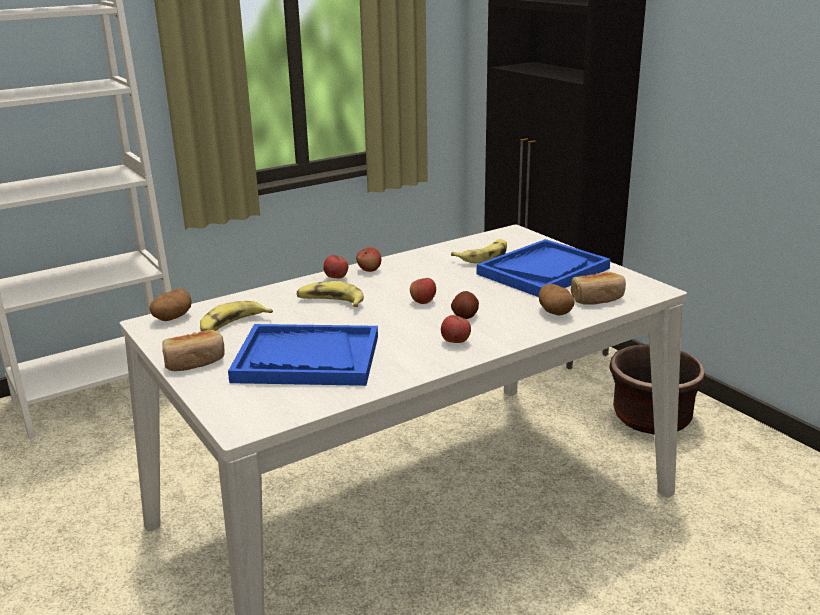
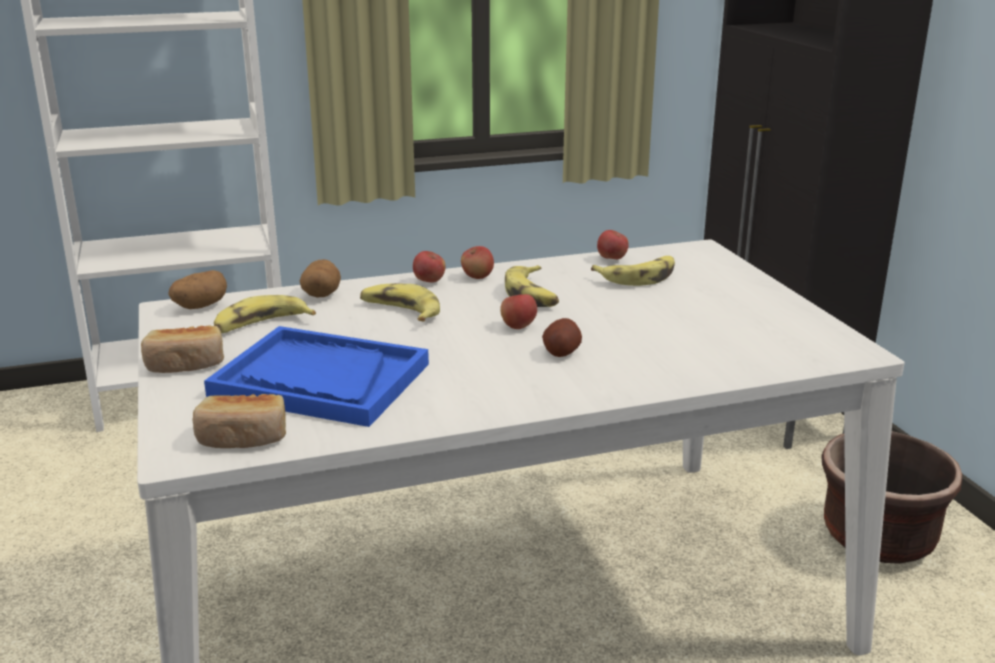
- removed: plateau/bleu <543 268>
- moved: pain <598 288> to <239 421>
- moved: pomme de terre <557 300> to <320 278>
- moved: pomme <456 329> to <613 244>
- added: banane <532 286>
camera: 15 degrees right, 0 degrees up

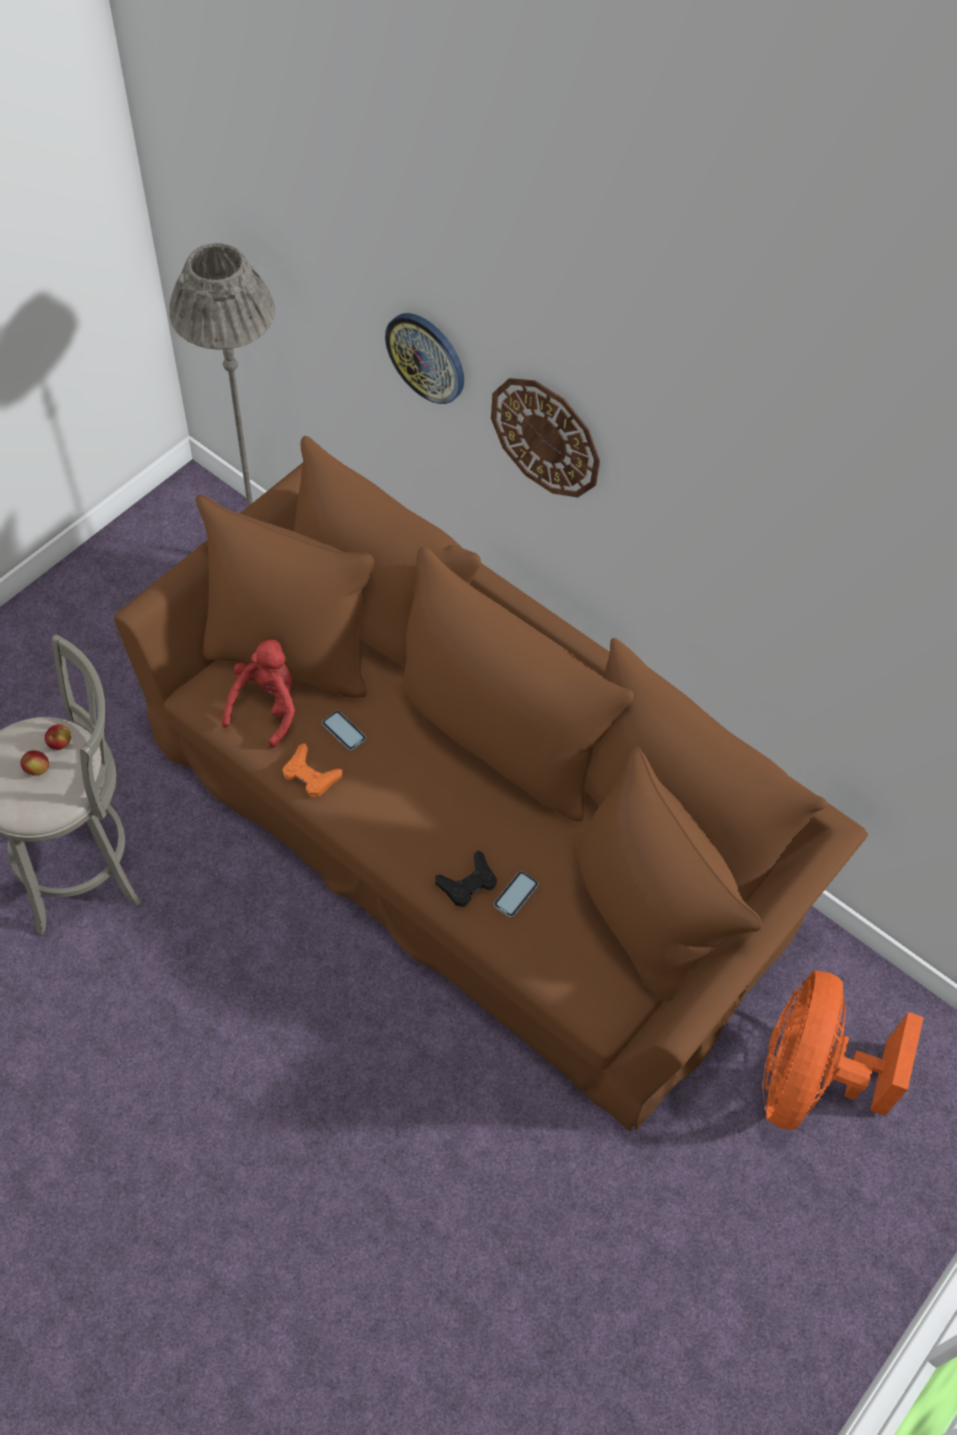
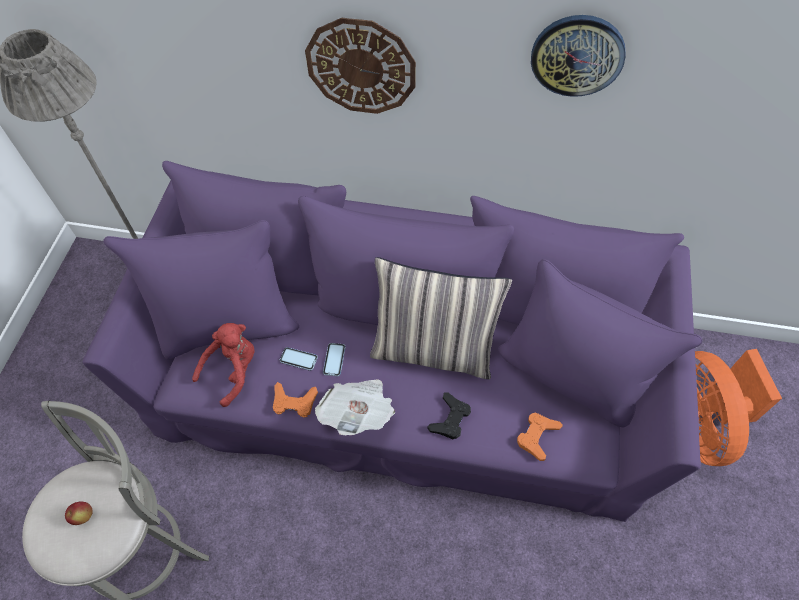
- moved: horloge murale <424 358> to <578 56>
- recoloured: canapé/marron <491 784> to canapé/violet <392 341>
- turned: peluche/rouge <258 693> = <223 365> 45 degrees clockwise
- removed: pomme <58 737>
- moved: téléphone <516 894> to <334 359>
- added: coussin <441 318>
- added: journal <355 407>
- added: manette/orange <540 436>
camera: 25 degrees left, 0 degrees up

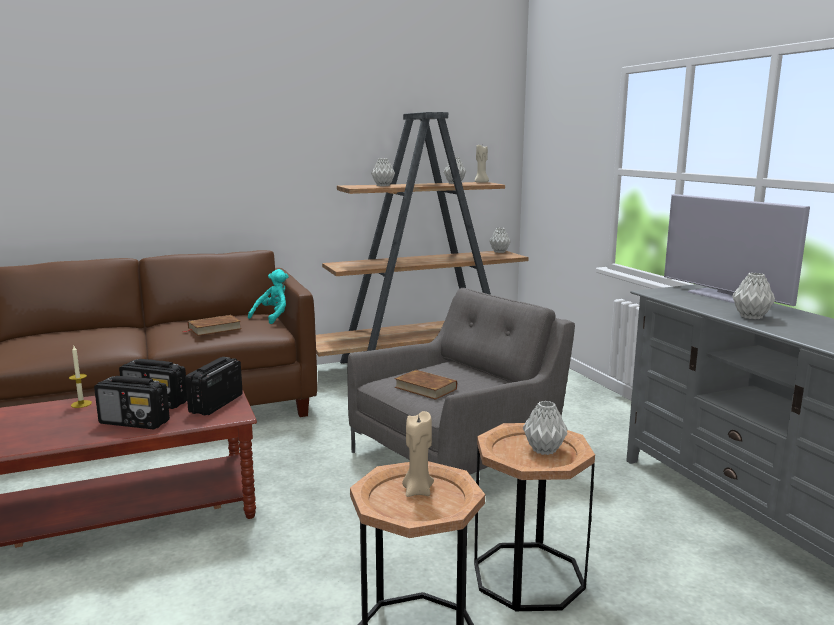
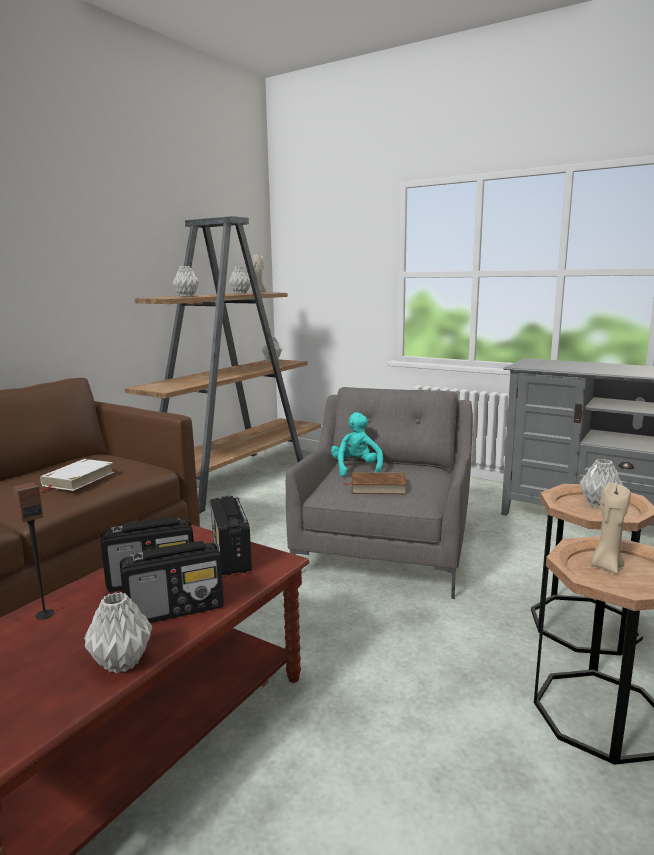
- removed: téléviseur <737 250>
- moved: peluche/turquoise <268 296> to <357 444>
- moved: vase/gris <753 296> to <118 632>
- recoloured: livre/marron <212 325> to livre/blanc <77 475>
- replaced: bougie <80 377> to enceinte <34 551>
camera: 35 degrees left, 0 degrees up

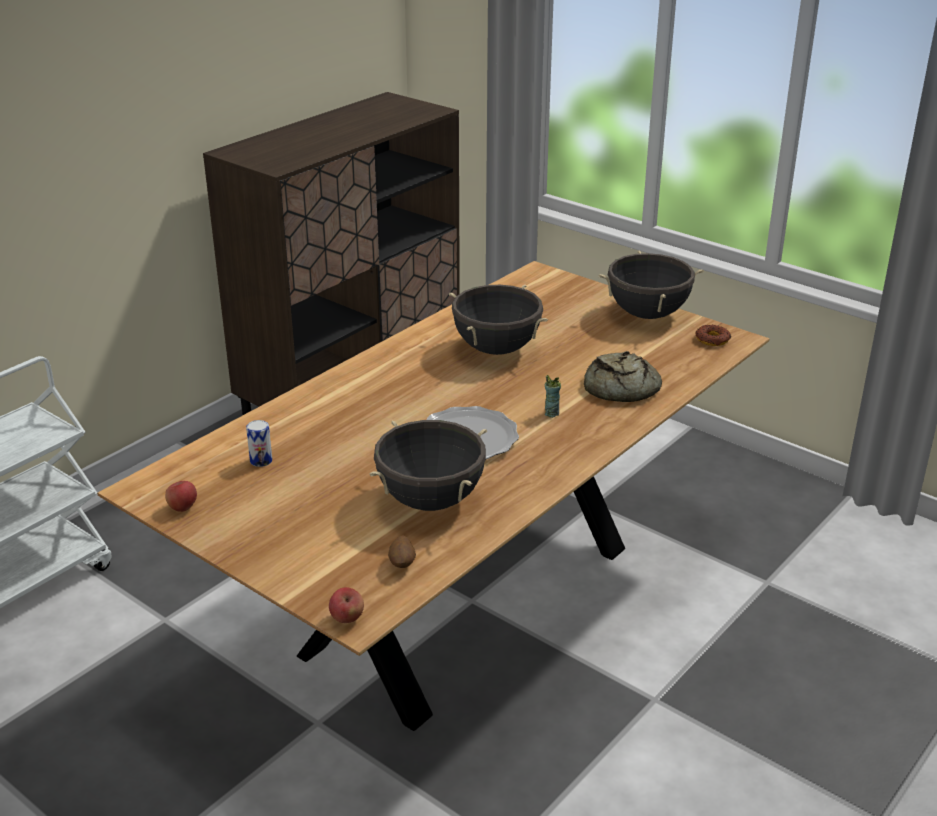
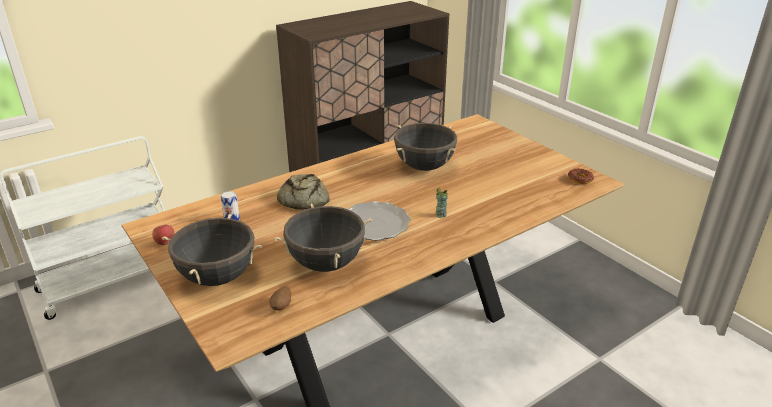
- moved: marmite/noir <651 285> to <212 250>
- moved: pain <623 376> to <303 192>
- removed: pomme <346 605>
camera: 15 degrees right, 0 degrees up

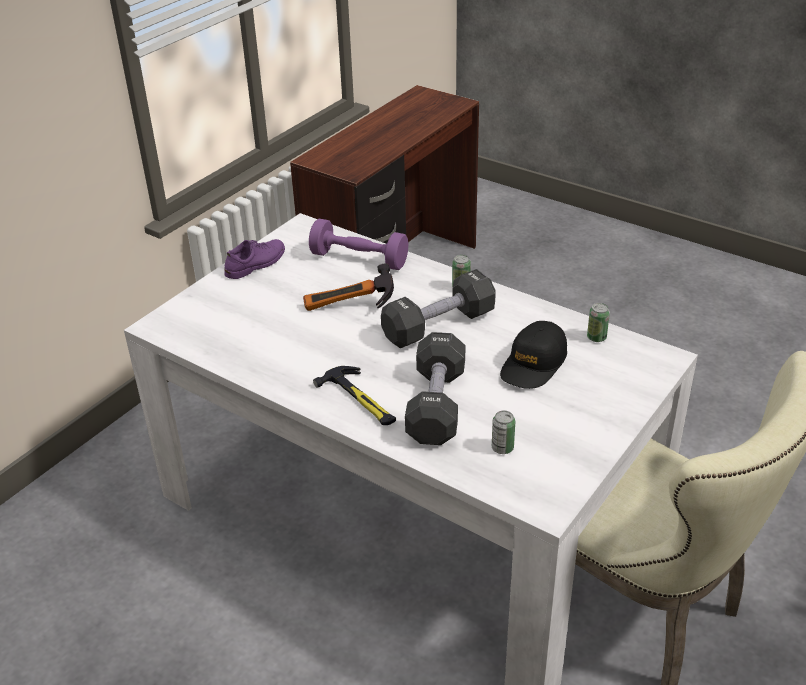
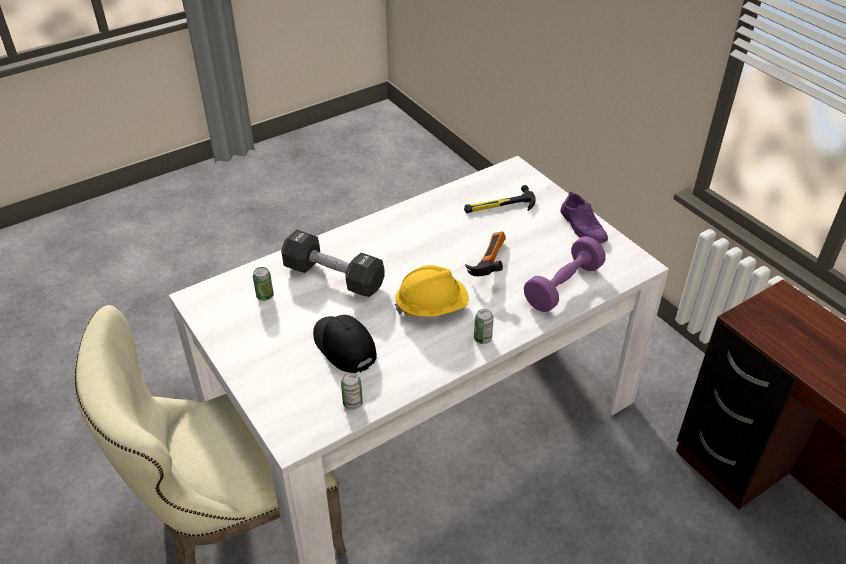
- replaced: haltère/noir <438 308> to casque de chantier/jaune <432 291>
- moved: marteau <354 395> to <500 199>
camera: 110 degrees right, 5 degrees up

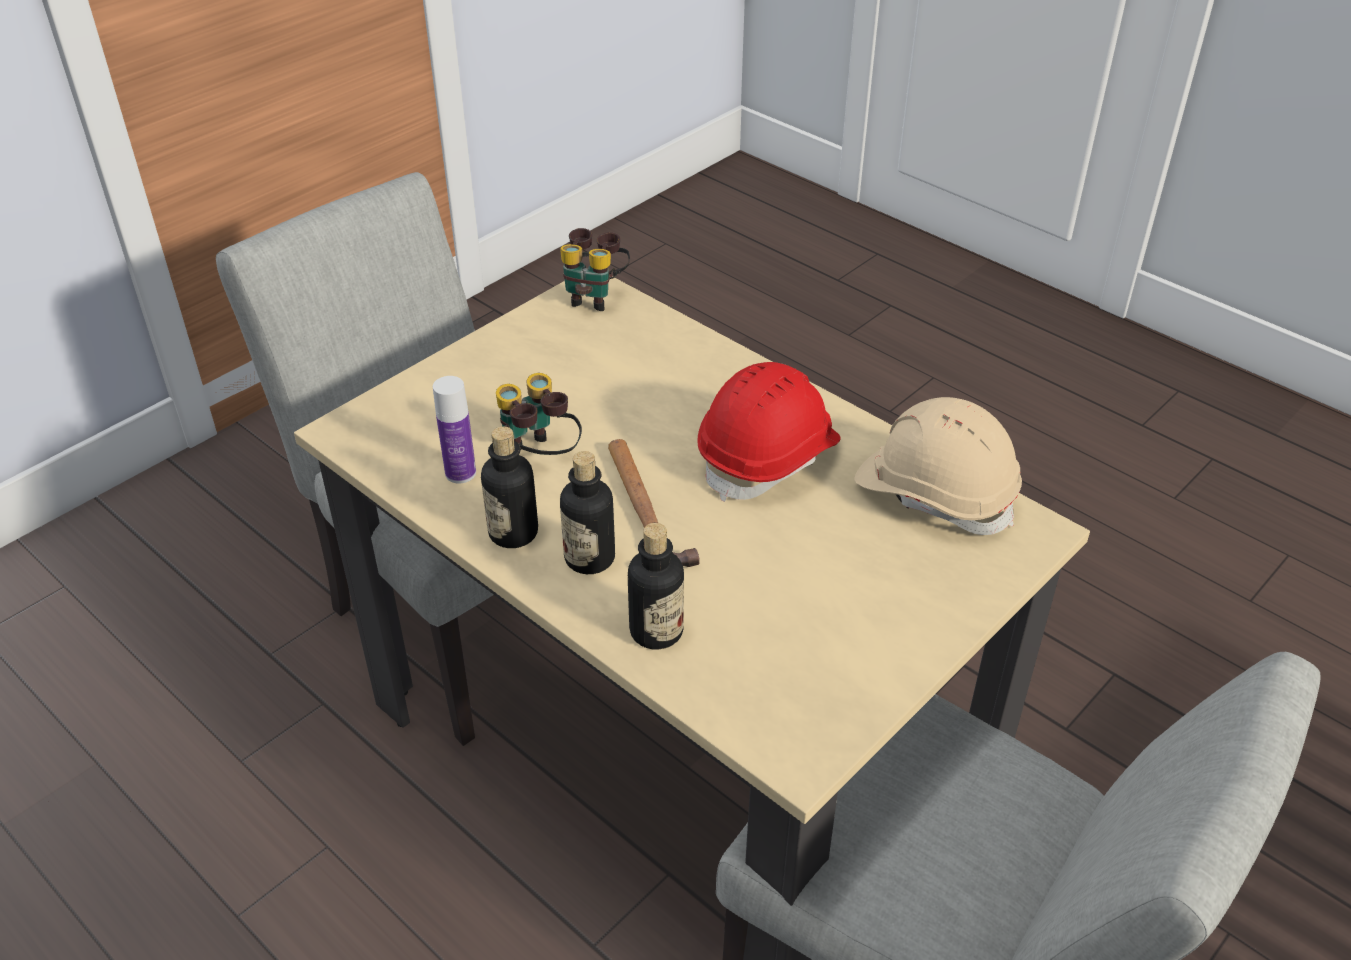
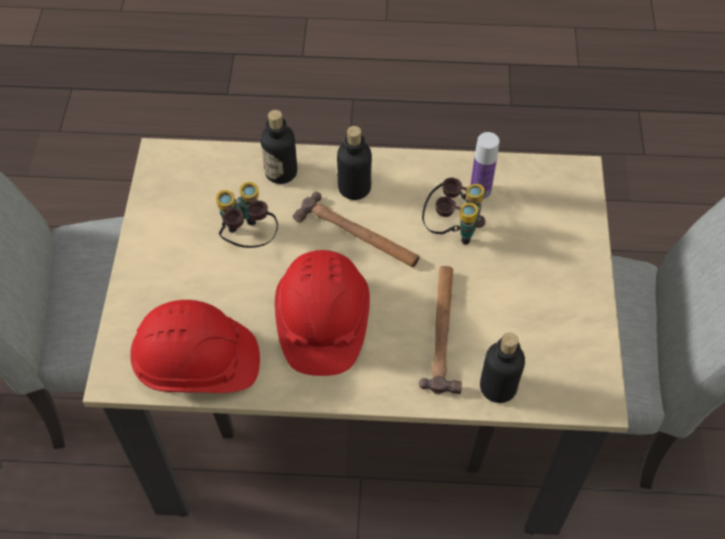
- moved: jumelles <595 269> to <247 215>
- recoloured: casque de chantier/beige <938 466> to casque de chantier/rouge <195 346>
- moved: bouteille <509 487> to <502 367>
- added: marteau <440 330>
camera: 140 degrees right, 15 degrees up

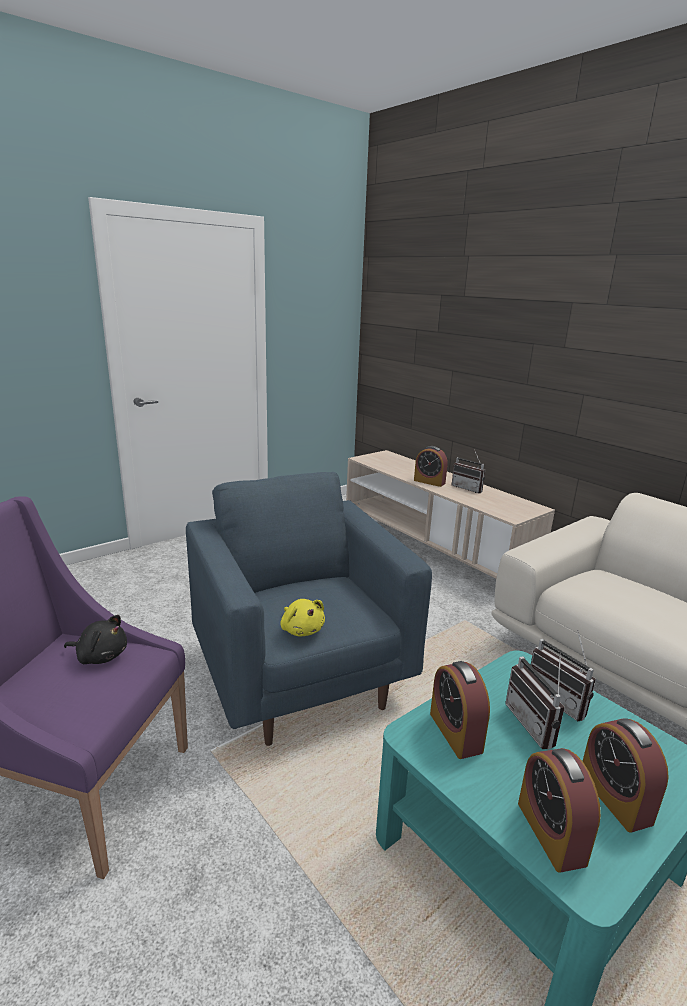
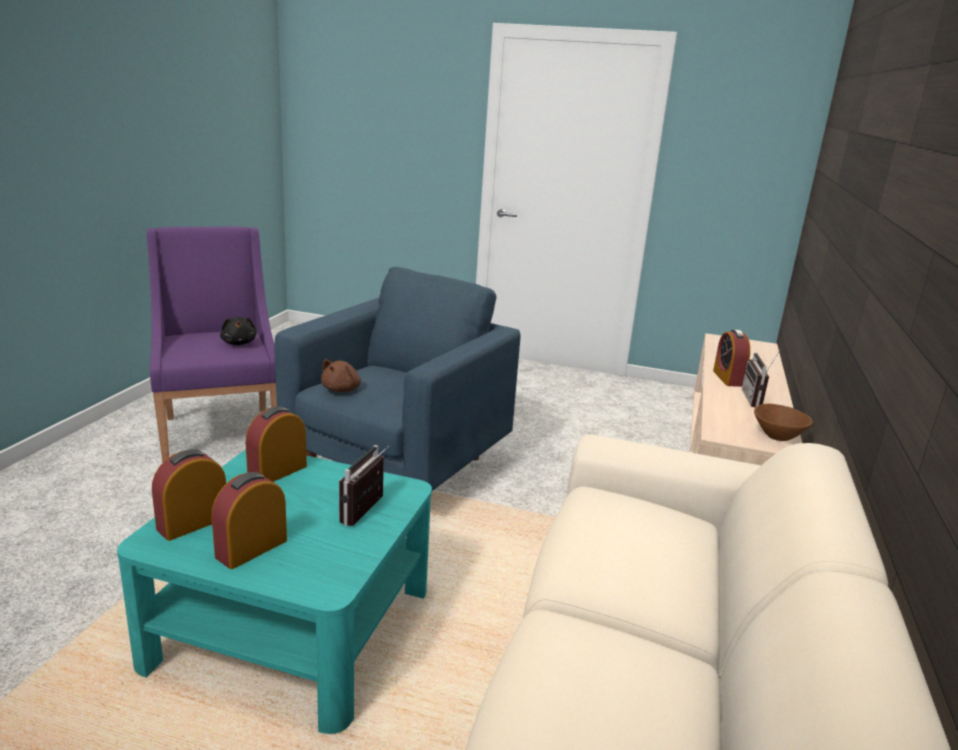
- recoloured: peluche/jaune <303 617> to peluche/marron <341 375>
- removed: radio <535 701>
- added: bol/marron <783 422>
camera: 55 degrees right, 0 degrees up

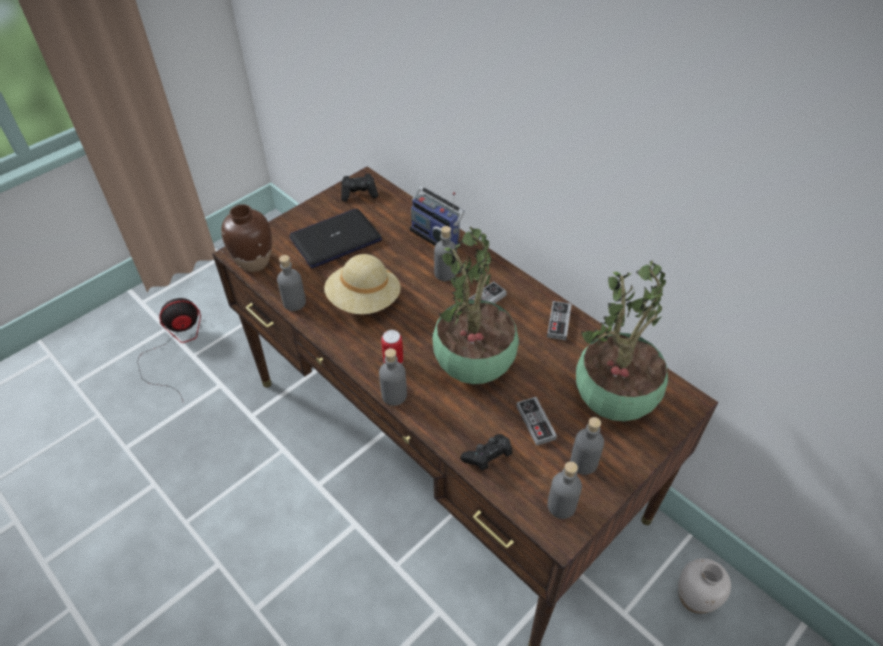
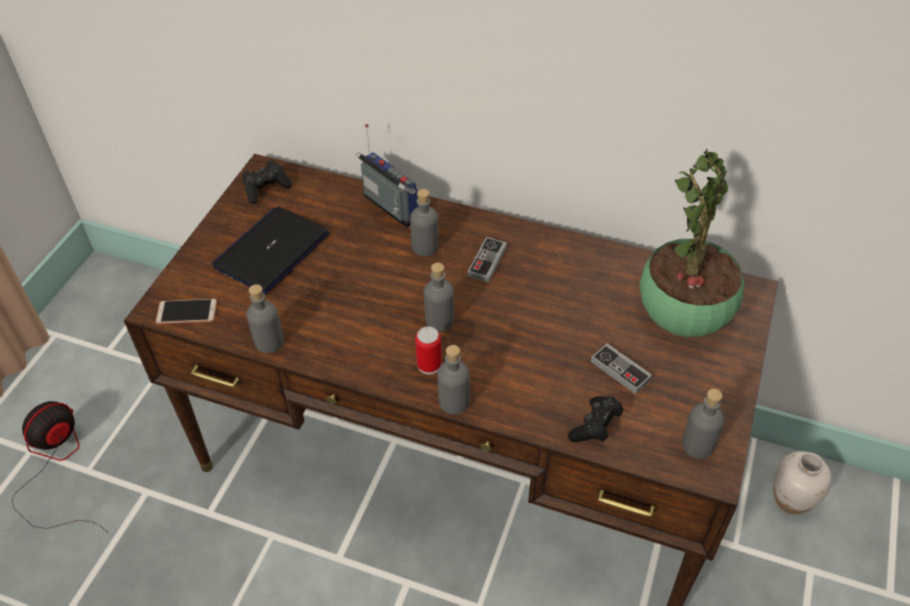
- turned: radio <437 217> = <387 175> 150 degrees counterclockwise
- replaced: vase/marron <246 238> to téléphone <186 311>
- removed: plante en pot <475 305>
- removed: chapeau/beige <362 284>
- removed: manette <559 320>
- moved: bouteille/gris <587 446> to <439 297>
camera: 25 degrees left, 0 degrees up

